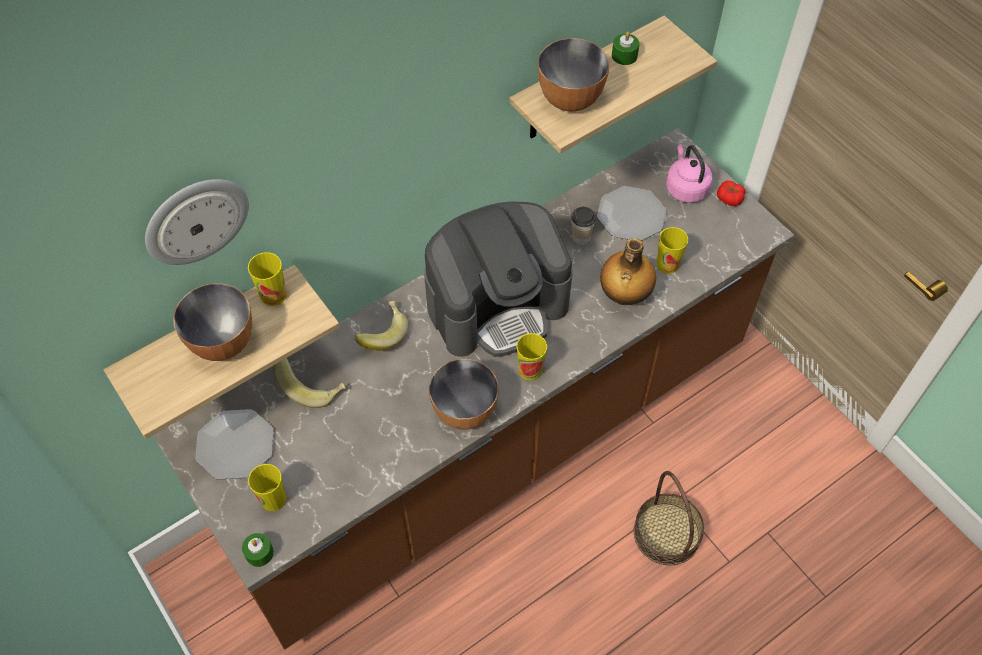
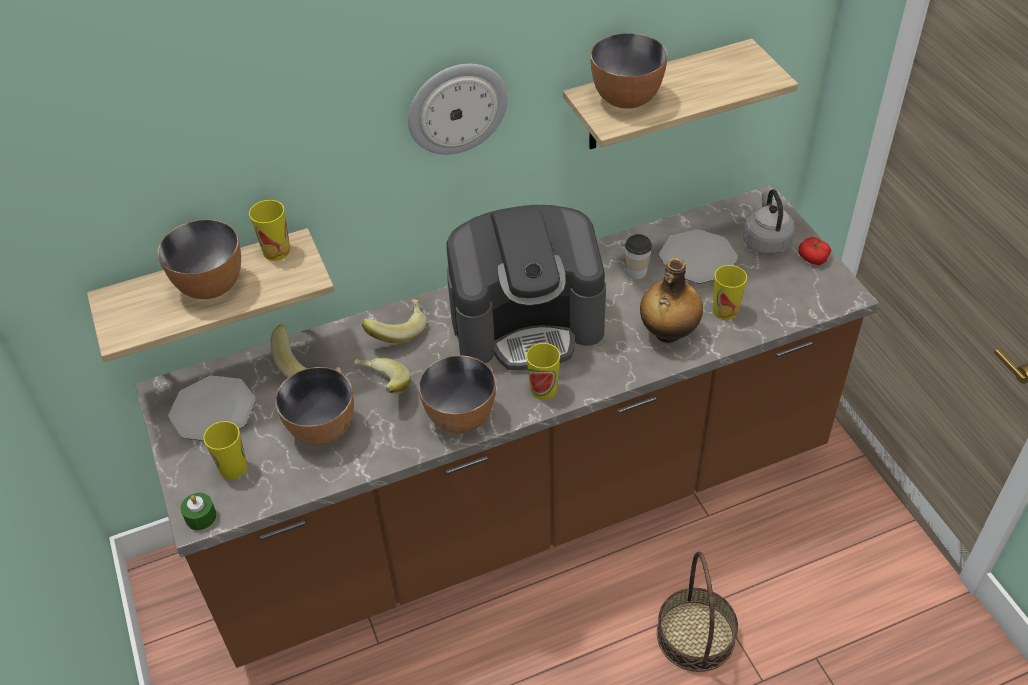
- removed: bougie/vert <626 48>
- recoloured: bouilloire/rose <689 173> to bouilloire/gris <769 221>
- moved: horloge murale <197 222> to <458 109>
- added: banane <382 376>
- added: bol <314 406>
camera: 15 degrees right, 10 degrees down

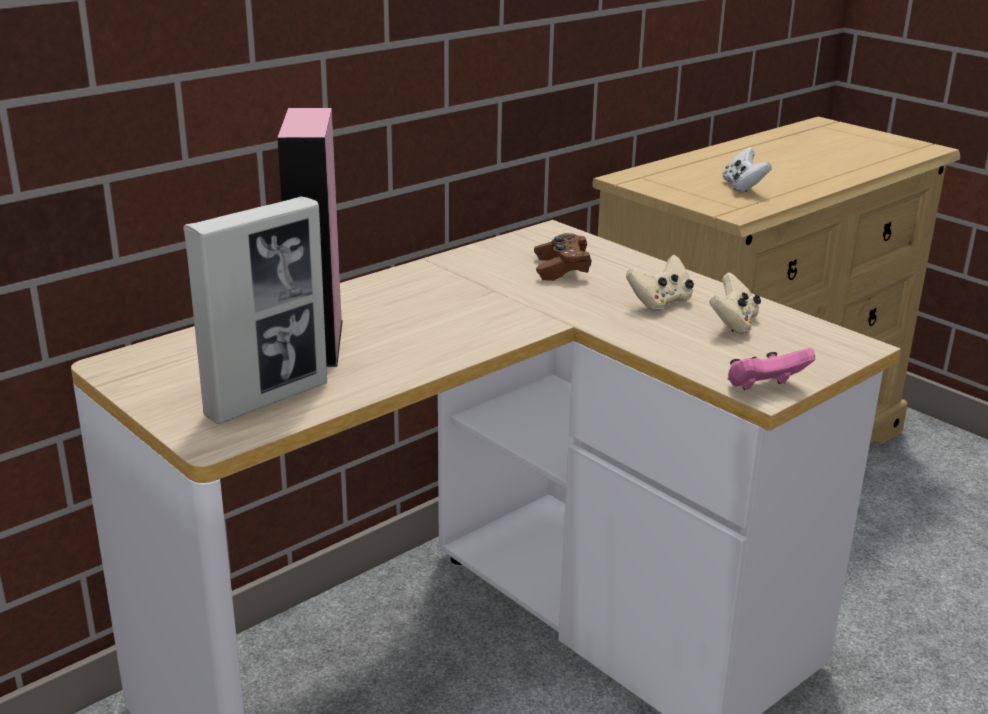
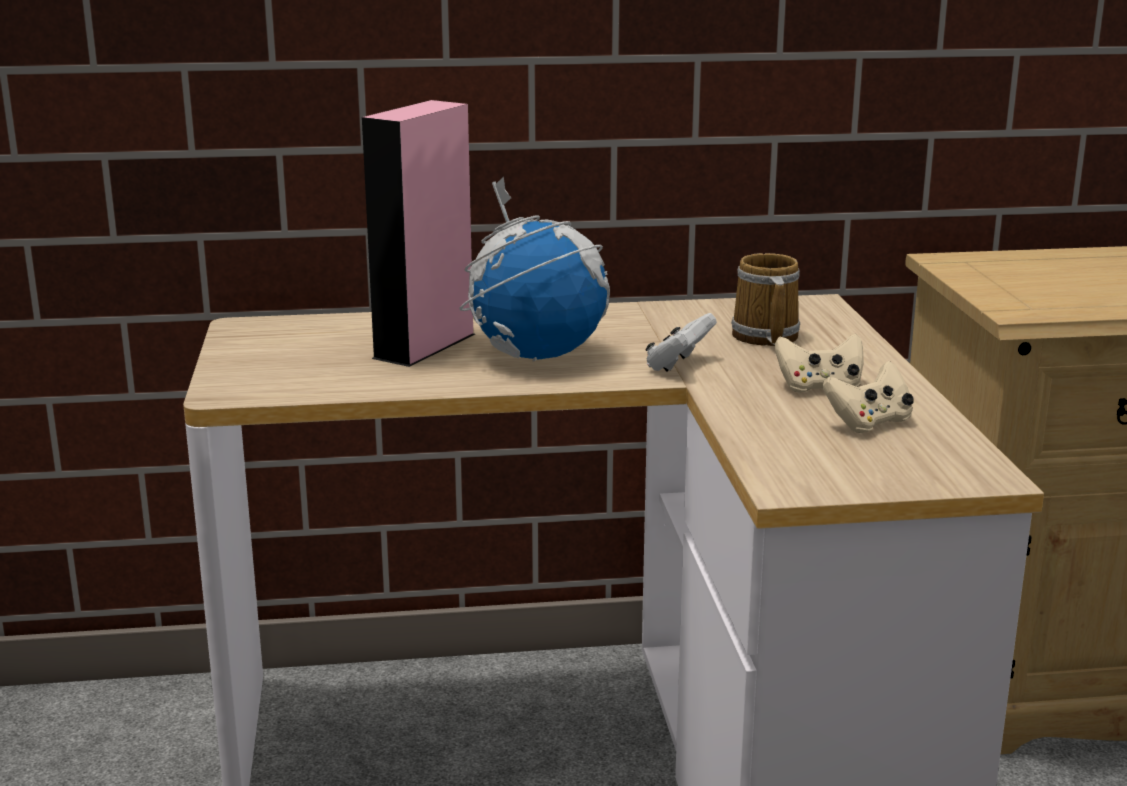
- moved: manette/blanc <747 170> to <681 342>
- removed: cadre photo <255 310>
- replaced: manette/marron <563 257> to mug <765 299>
- removed: manette/rose <771 369>
- added: globe <534 269>
camera: 35 degrees right, 5 degrees down

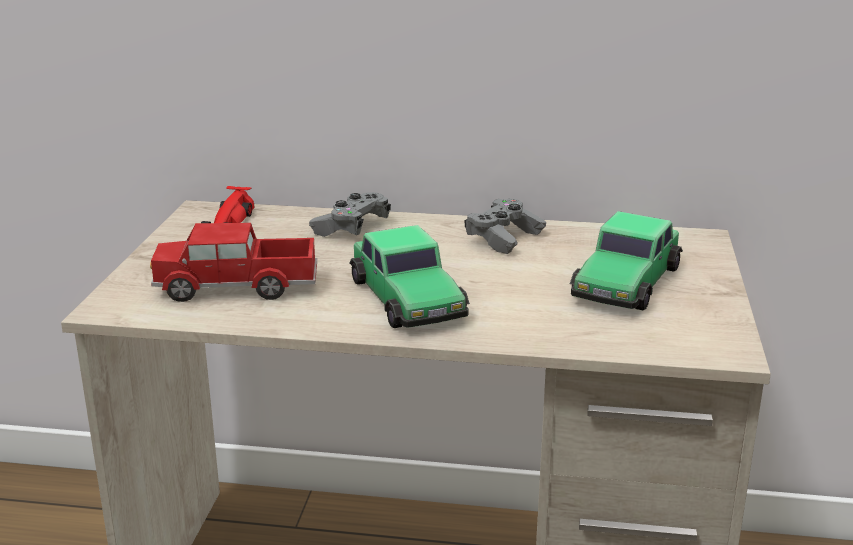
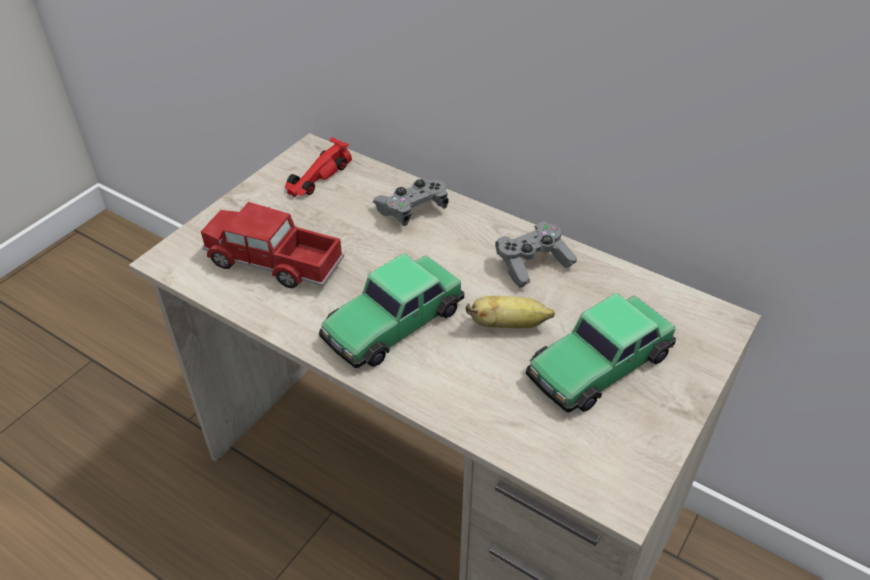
- turned: petite voiture <409 276> = <391 310> 45 degrees clockwise
- added: banane <510 312>
camera: 25 degrees right, 20 degrees up

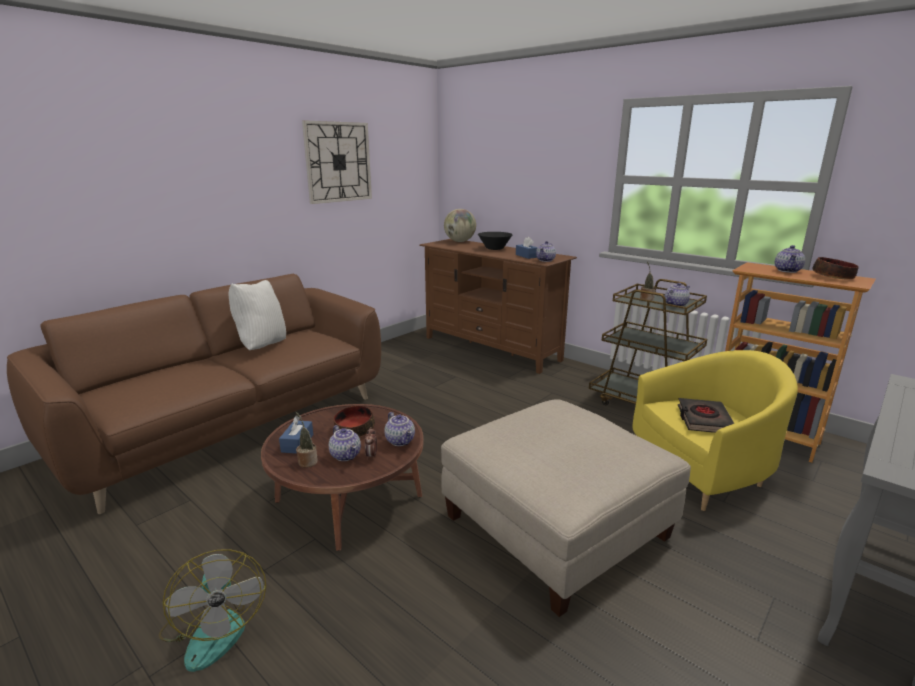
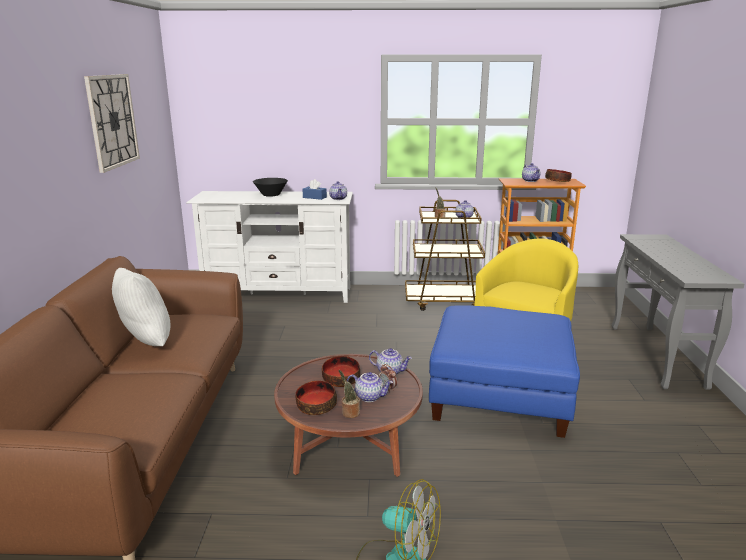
- removed: globe <460 225>
- recoloured: meuble télé/marron <498 306> to meuble télé/blanc <269 247>
- removed: livre/noir <706 415>
- recoloured: pouf/beige <566 508> to pouf/bleu <504 371>
- replaced: boîte à mouchoirs/bleu <296 435> to bol <316 398>
camera: 40 degrees left, 0 degrees up

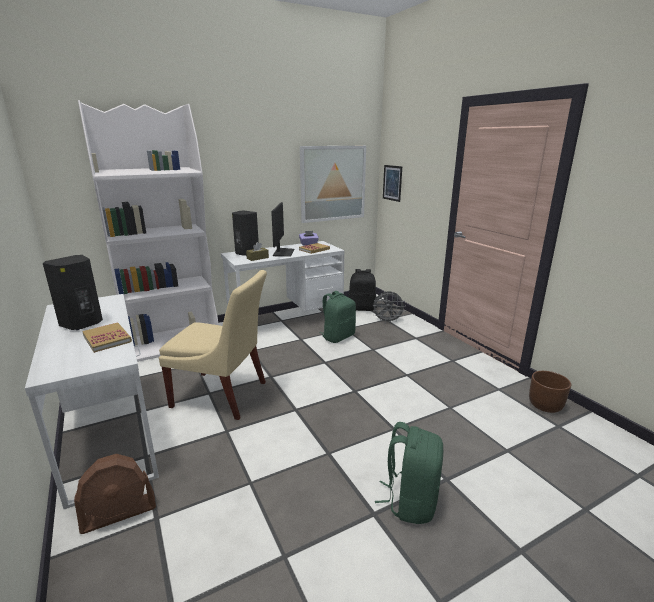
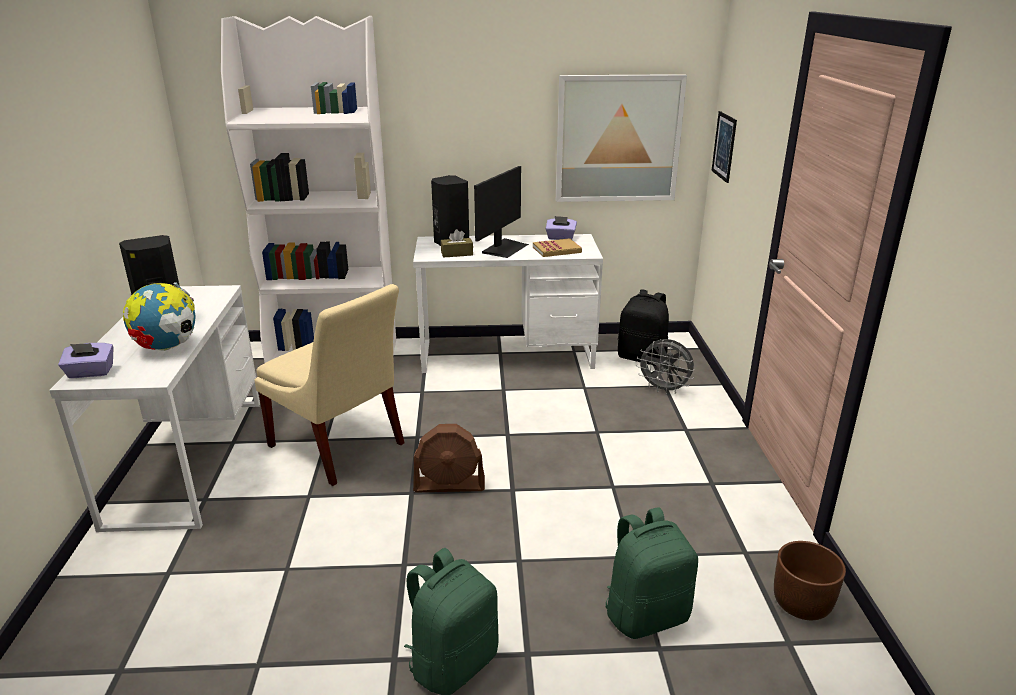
- moved: sac à dos/vert <337 317> to <651 573>
- replaced: livre <107 337> to globe <159 316>
- moved: ventilateur/marron <115 494> to <449 458>
- added: boîte à mouchoirs/violet <85 360>
camera: 25 degrees right, 5 degrees up

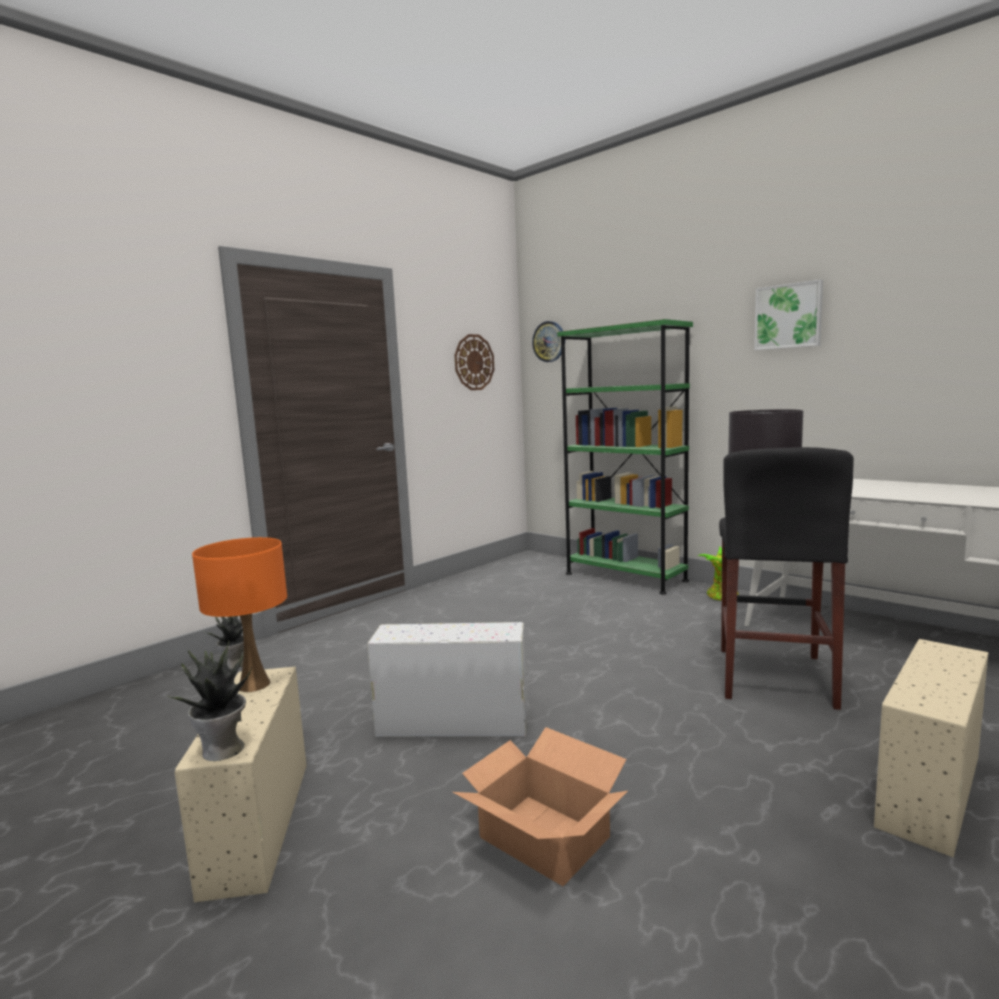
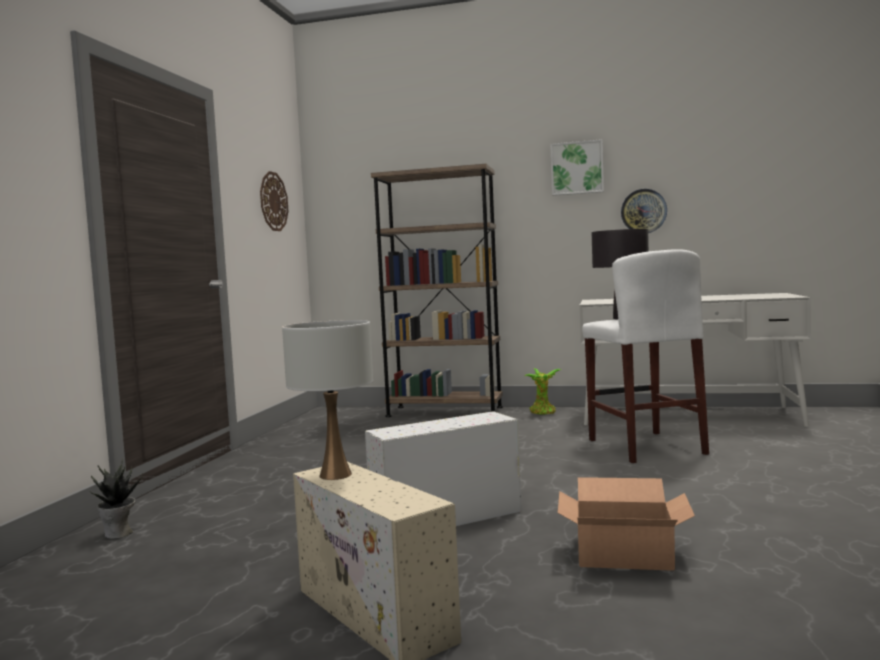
- recoloured: bibliothèque/vert <625 456> to bibliothèque/marron <437 290>
- moved: horloge murale <547 341> to <644 211>
- recoloured: tabouret/noir <786 578> to tabouret/blanc <645 356>
- recoloured: lampe de table/orange <239 614> to lampe de table/blanc <327 400>
- removed: boîte de rangement/beige <931 748>
- removed: plante en pot <209 701>
camera: 30 degrees left, 5 degrees down

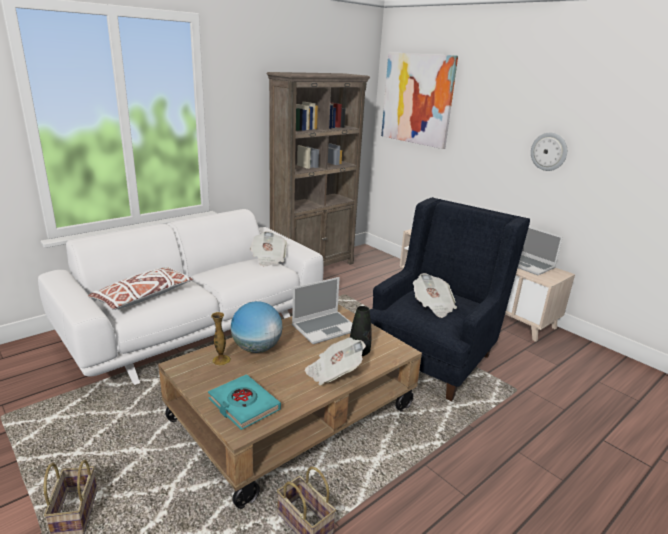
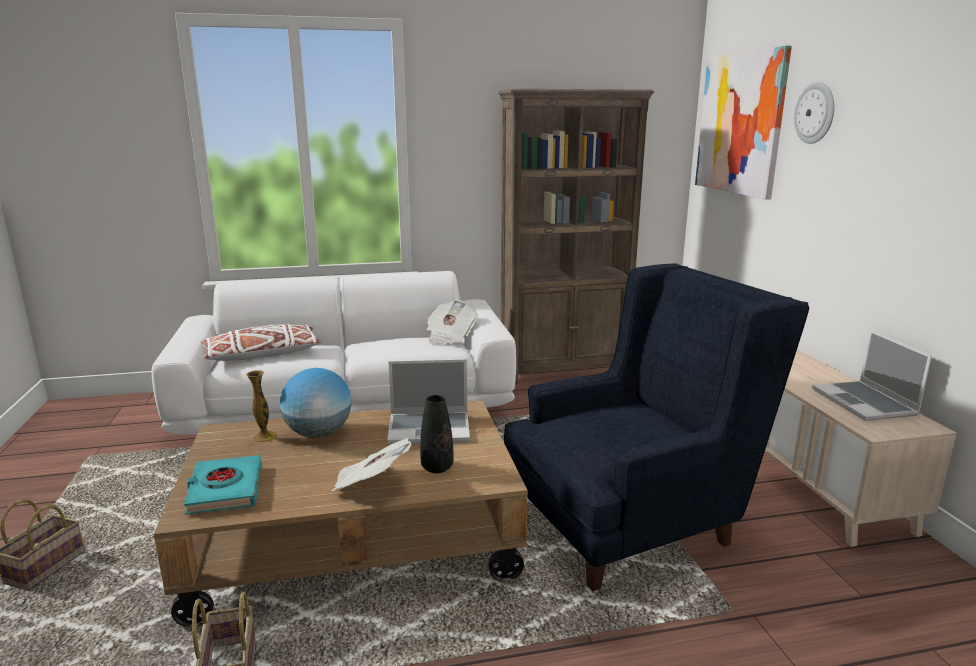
- moved: horloge murale <549 152> to <814 113>
- removed: journal <435 295>
camera: 30 degrees right, 5 degrees down

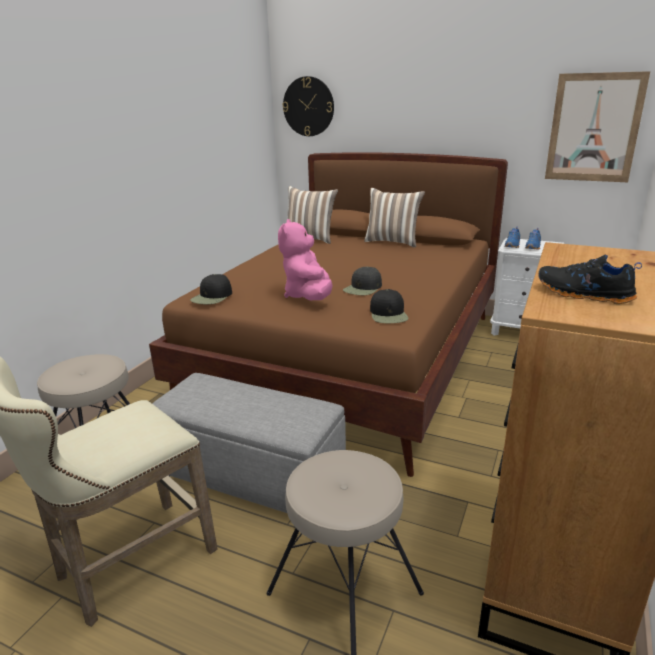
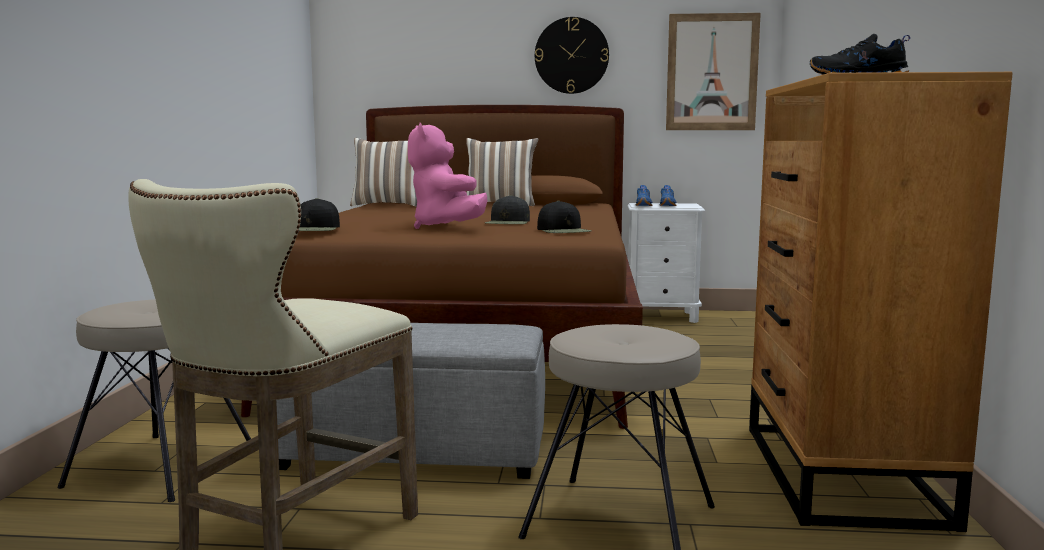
- moved: horloge murale <308 106> to <572 55>
camera: 20 degrees left, 15 degrees down

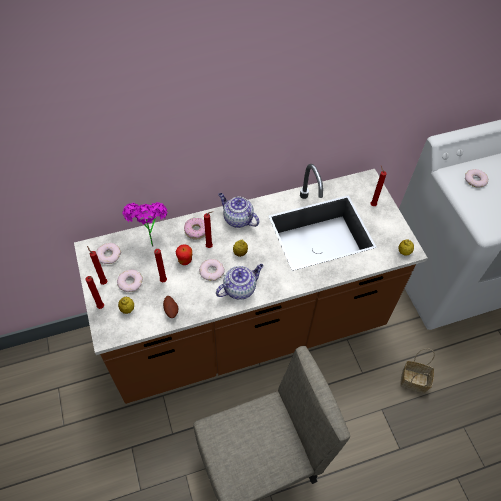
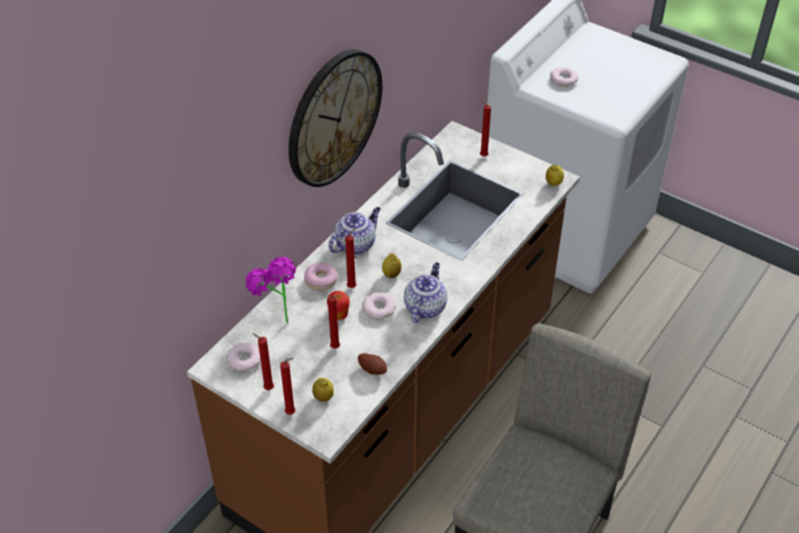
- turned: théière <238 210> = <354 231> 135 degrees clockwise
- removed: beignet <130 280>
- removed: panier <417 370>
- added: horloge murale <335 118>
camera: 35 degrees left, 10 degrees down

